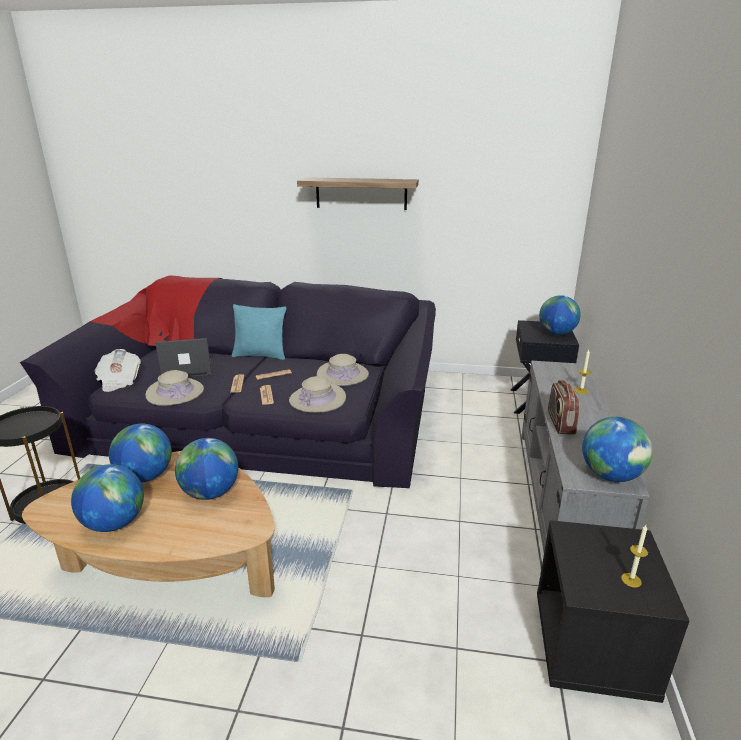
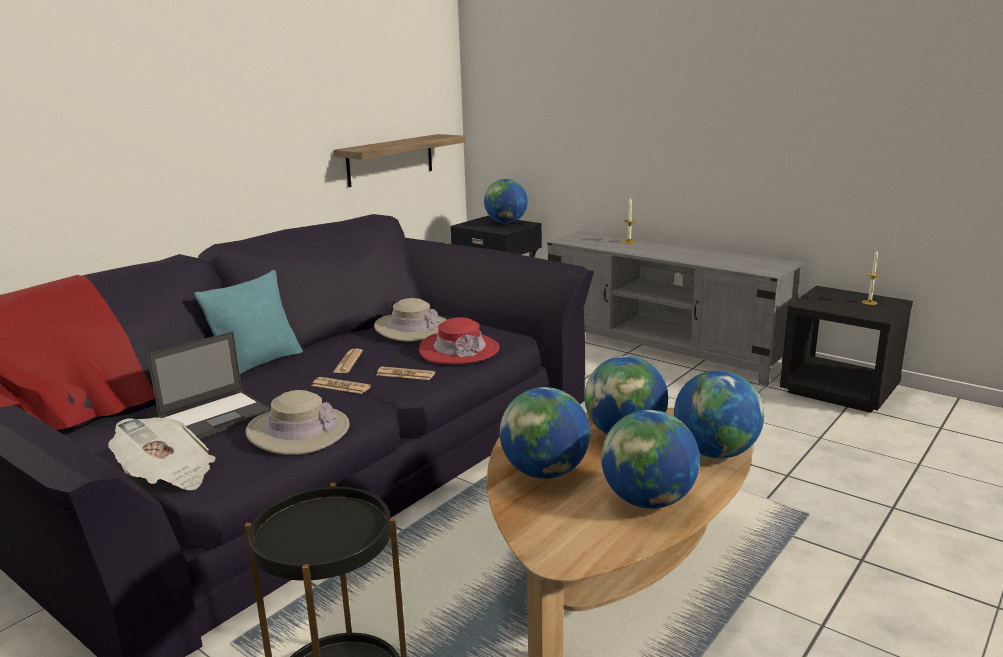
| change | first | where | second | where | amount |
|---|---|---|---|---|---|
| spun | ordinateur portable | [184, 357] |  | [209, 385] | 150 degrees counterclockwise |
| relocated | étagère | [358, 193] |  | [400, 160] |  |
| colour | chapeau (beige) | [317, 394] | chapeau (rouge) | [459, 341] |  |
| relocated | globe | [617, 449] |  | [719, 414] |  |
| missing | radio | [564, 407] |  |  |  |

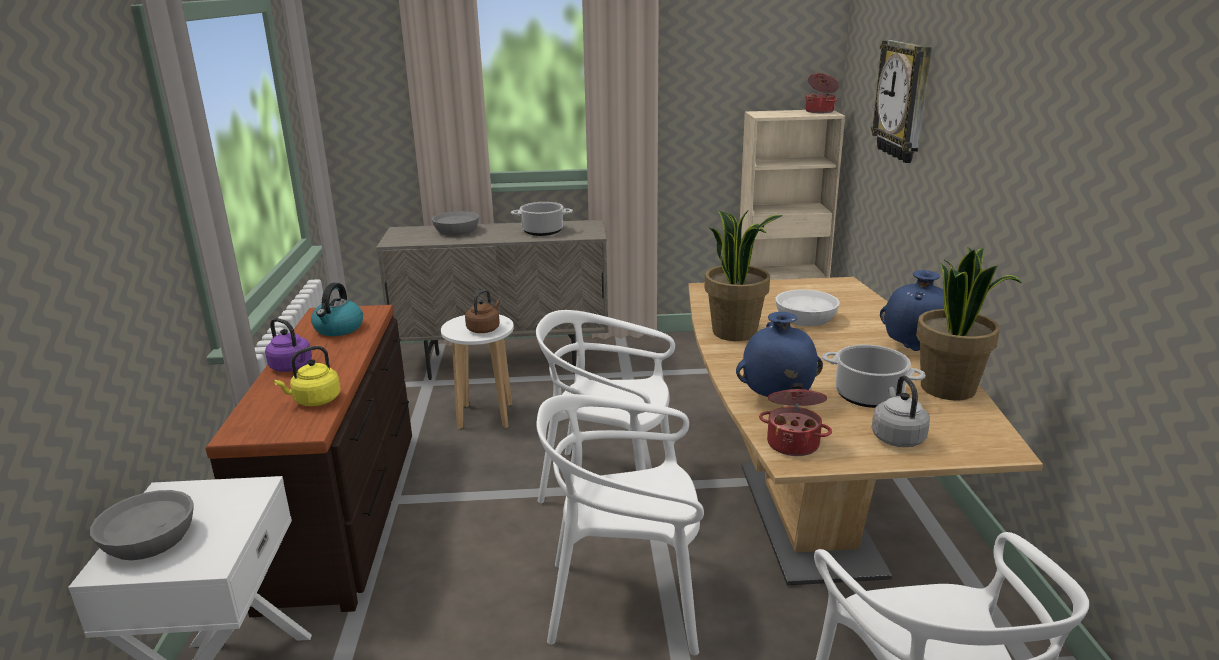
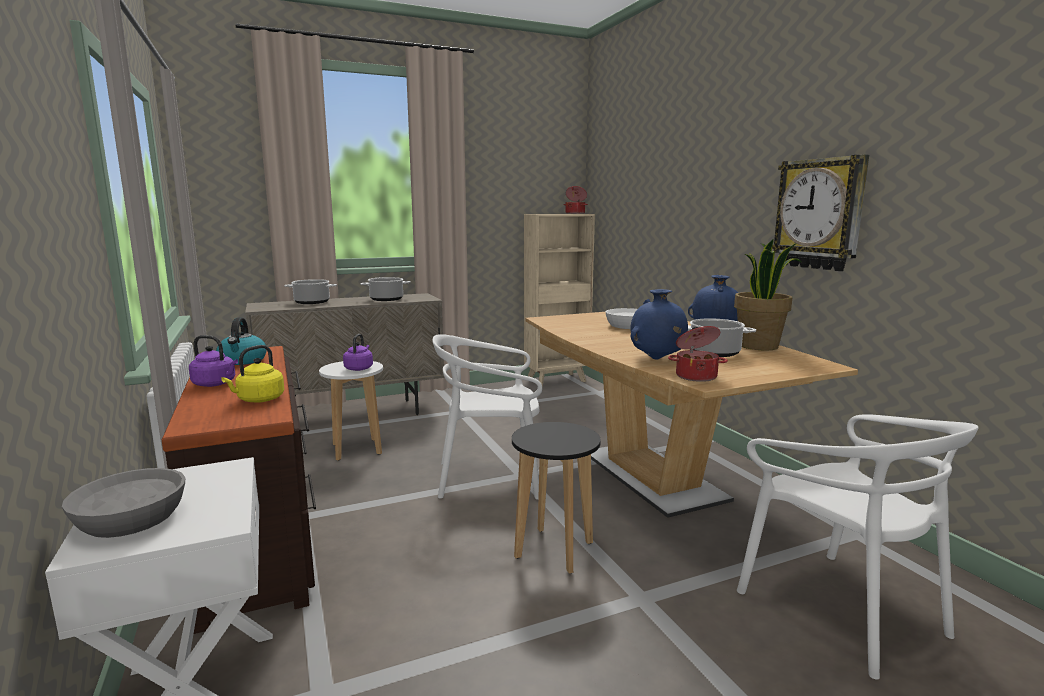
| change | first | where | second | where | amount |
|---|---|---|---|---|---|
| exchanged | bol (gris) | [455, 223] | marmite | [310, 291] |  |
| colour | bouilloire (marron) | [482, 311] | bouilloire (violet) | [358, 352] |  |
| exchanged | chaise (blanc) | [620, 524] | tabouret (noir) | [556, 498] |  |
| relocated | horloge murale | [901, 101] |  | [820, 212] |  |
| missing | plante en pot | [744, 275] |  |  |  |
| missing | bouilloire (gris) | [901, 411] |  |  |  |

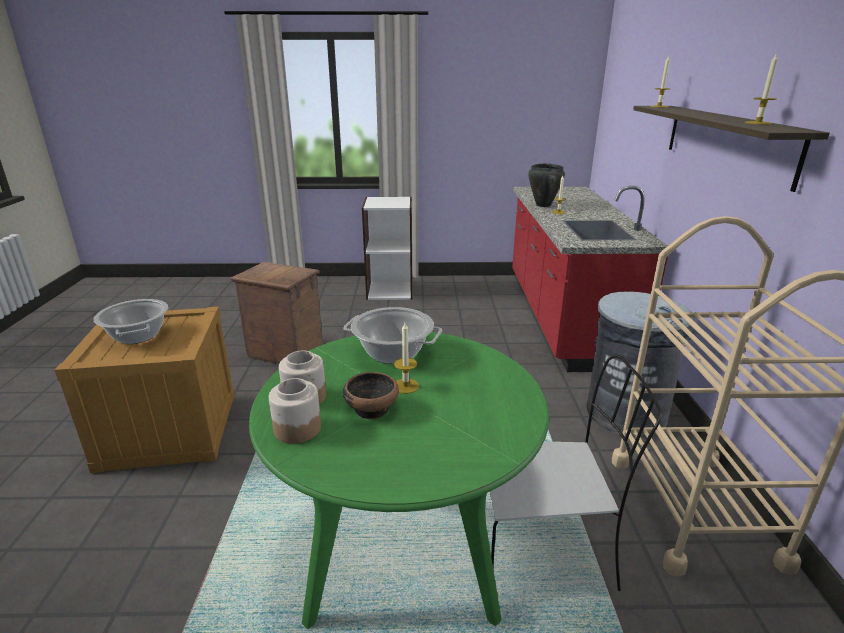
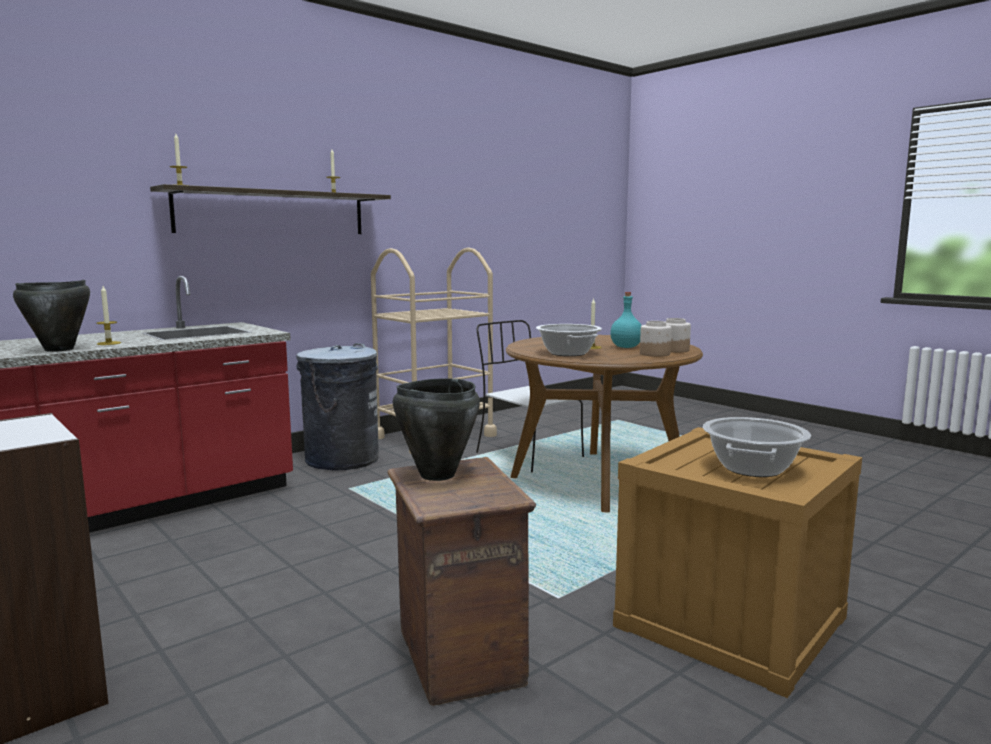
| change | first | where | second | where | amount |
|---|---|---|---|---|---|
| appeared |  |  | marmite (noir) | [436, 429] |  |
| colour | table à manger (vert) | [399, 480] | table à manger (marron) | [604, 423] |  |
| exchanged | bol | [371, 395] | bouteille (turquoise) | [626, 320] |  |

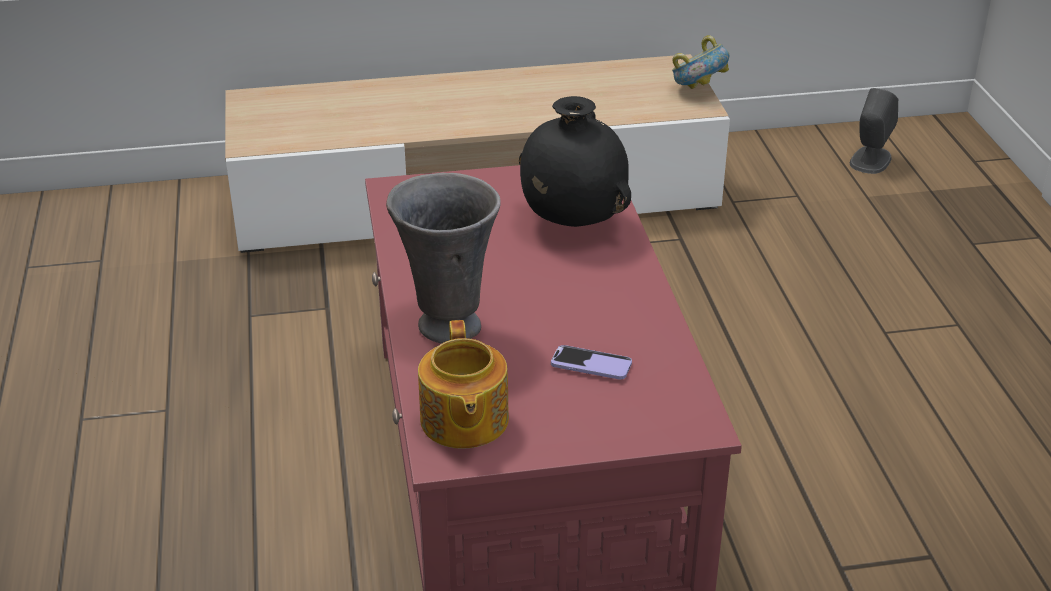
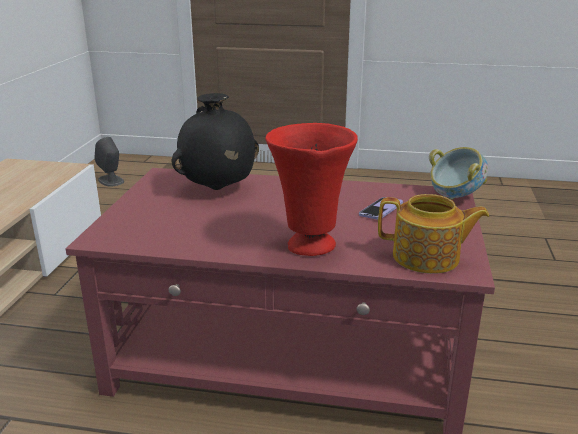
| change | first | where | second | where | amount |
|---|---|---|---|---|---|
| colour | vase (gris) | [443, 258] | vase (rouge) | [311, 189] |  |
| relocated | bol | [701, 62] |  | [458, 173] |  |

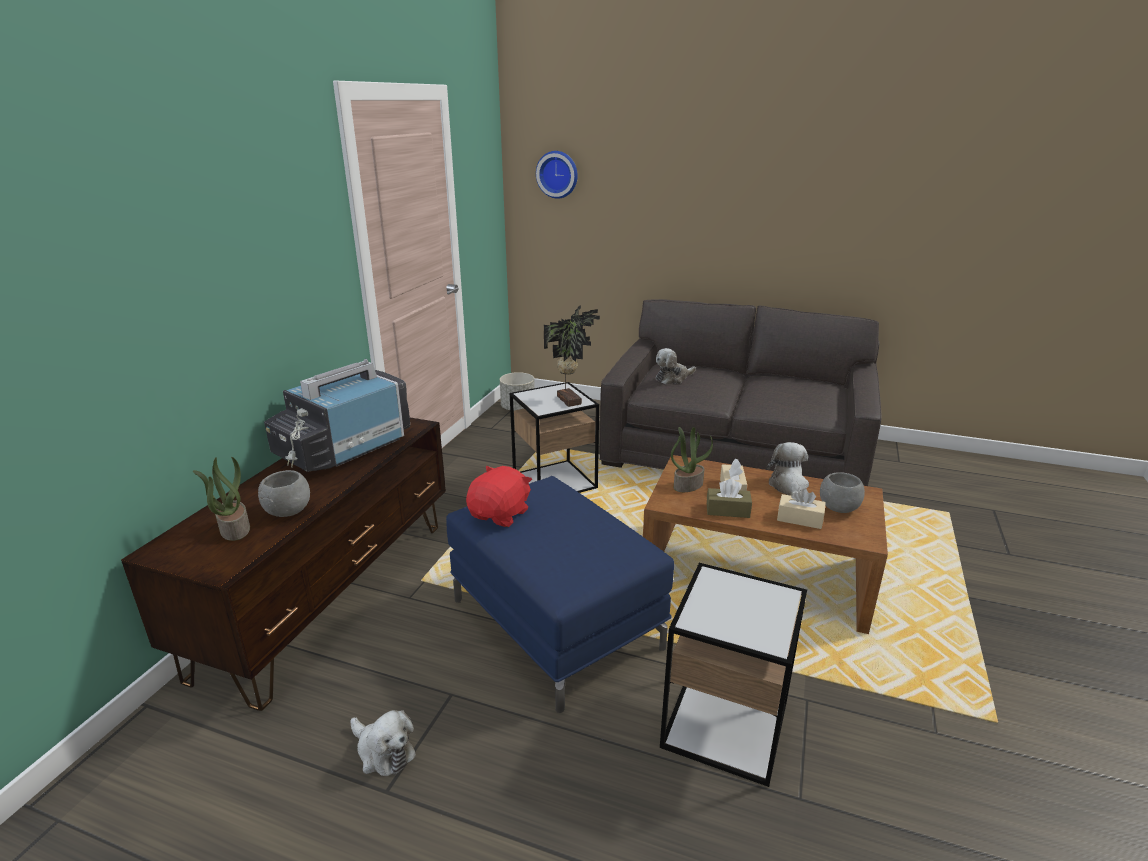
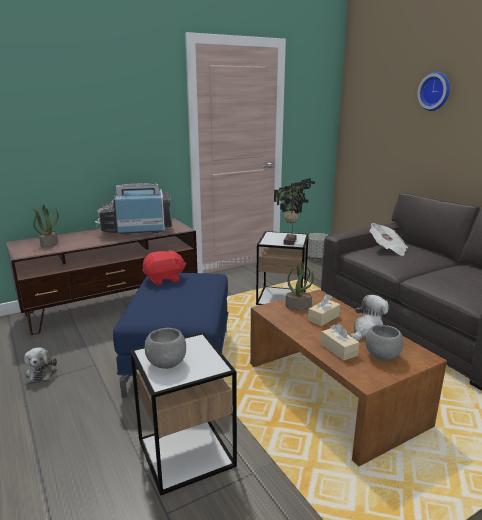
| change | first | where | second | where | amount |
|---|---|---|---|---|---|
| relocated | bol (gris) | [284, 493] |  | [165, 348] |  |
| exchanged | peluche | [676, 366] | journal | [389, 239] |  |
| relocated | horloge murale | [557, 175] |  | [433, 91] |  |
| missing | boîte à mouchoirs (marron) | [729, 498] |  |  |  |

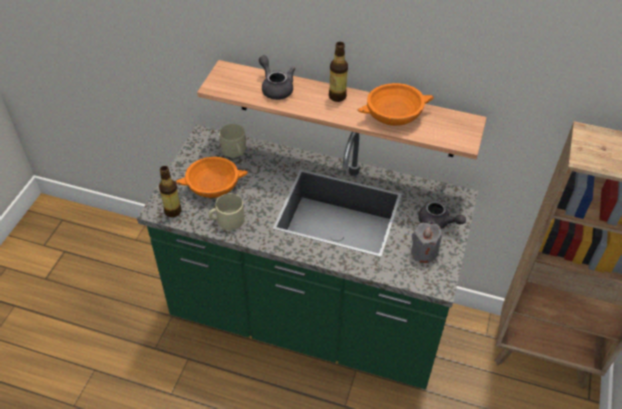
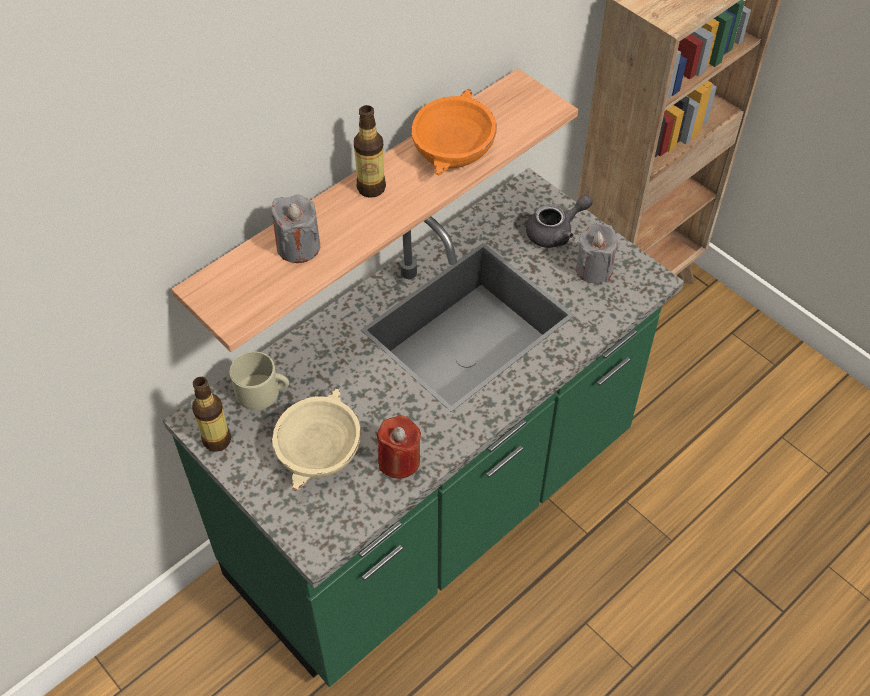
| change | first | where | second | where | amount |
|---|---|---|---|---|---|
| relocated | bouteille | [170, 191] |  | [211, 414] |  |
| exchanged | théière (gris) | [277, 77] | bougie (gris) | [295, 228] |  |
| colour | bol (orange) | [211, 177] | bol (beige) | [316, 439] |  |
| exchanged | mug (beige) | [226, 211] | bougie (rouge) | [399, 446] |  |

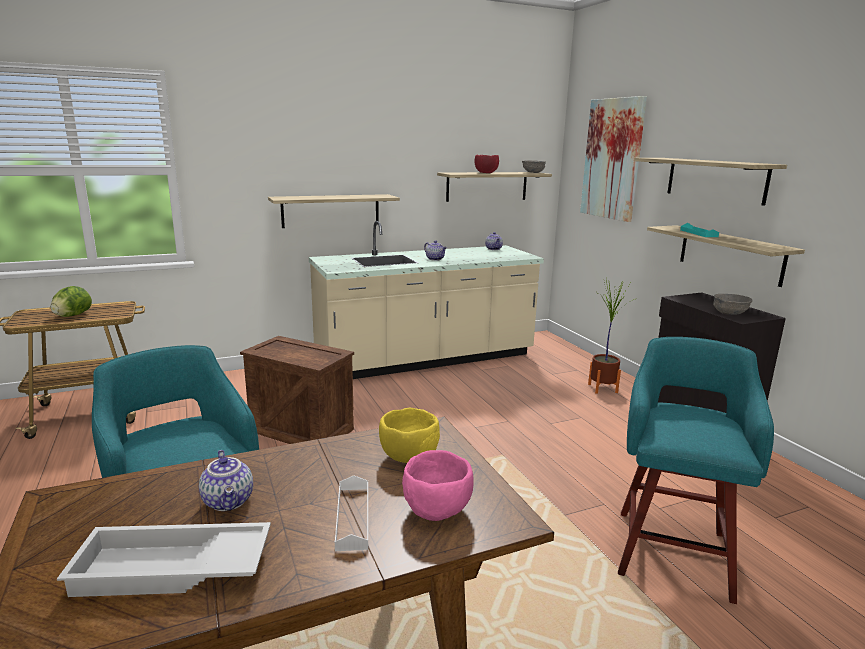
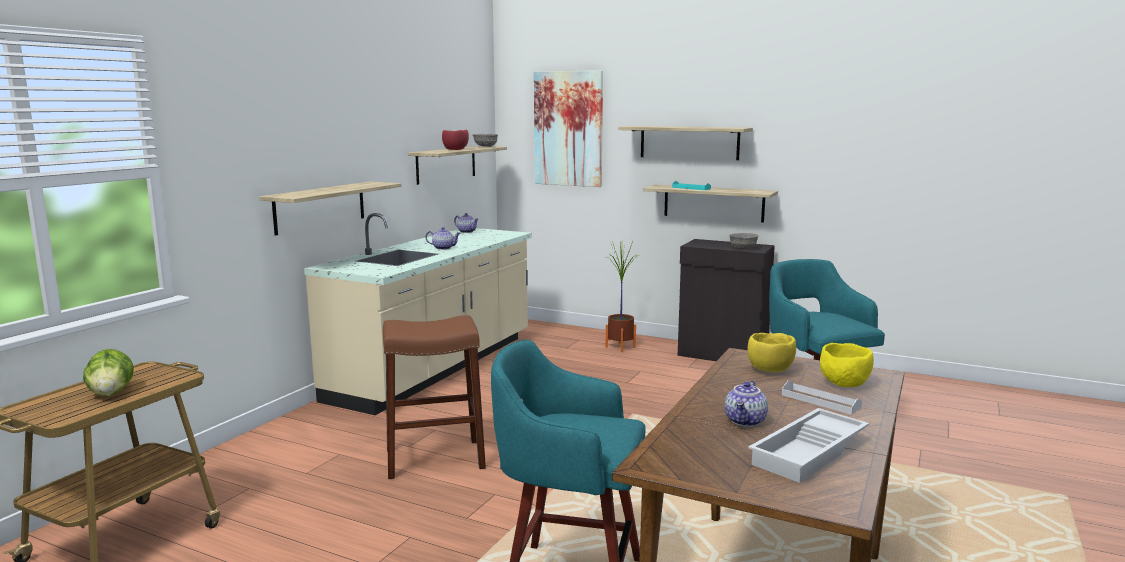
| change | first | where | second | where | amount |
|---|---|---|---|---|---|
| exchanged | caisse | [297, 390] | tabouret (marron) | [434, 397] |  |
| spun | théière | [226, 480] |  | [746, 404] | 90 degrees clockwise |
| colour | bol (rose) | [438, 485] | bol (jaune) | [847, 365] |  |

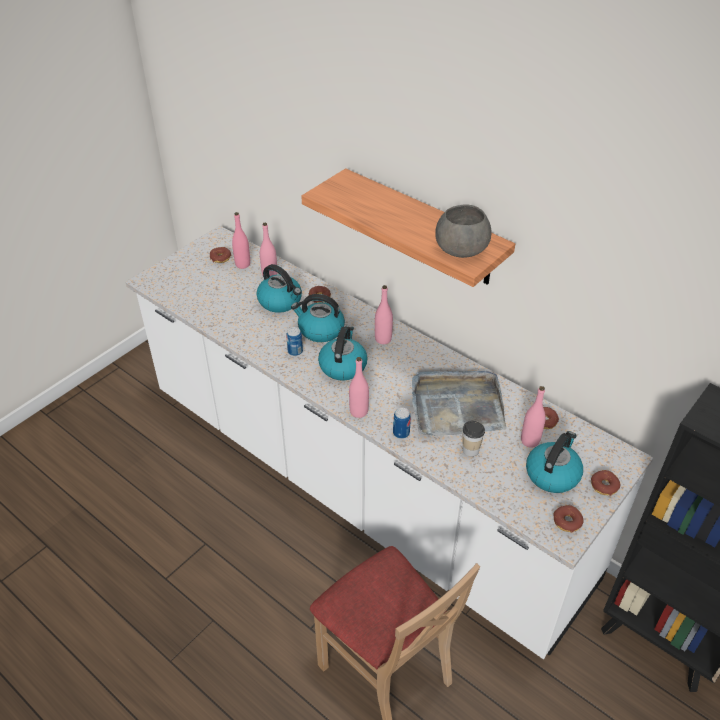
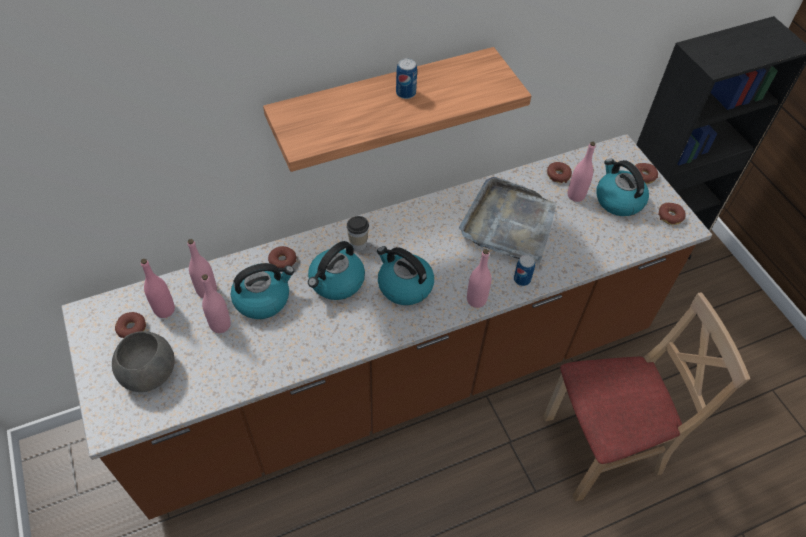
| change | first | where | second | where | amount |
|---|---|---|---|---|---|
| colour | comptoir de cuisine (blanc) | [389, 442] | comptoir de cuisine (marron) | [386, 327] |  |
| relocated | bol (gris) | [463, 231] |  | [143, 361] |  |
| relocated | bouteille (rose) | [384, 314] |  | [216, 303] |  |
| relocated | tasse | [473, 438] |  | [358, 233] |  |
| relocated | boîte métallique | [294, 341] |  | [406, 78] |  |

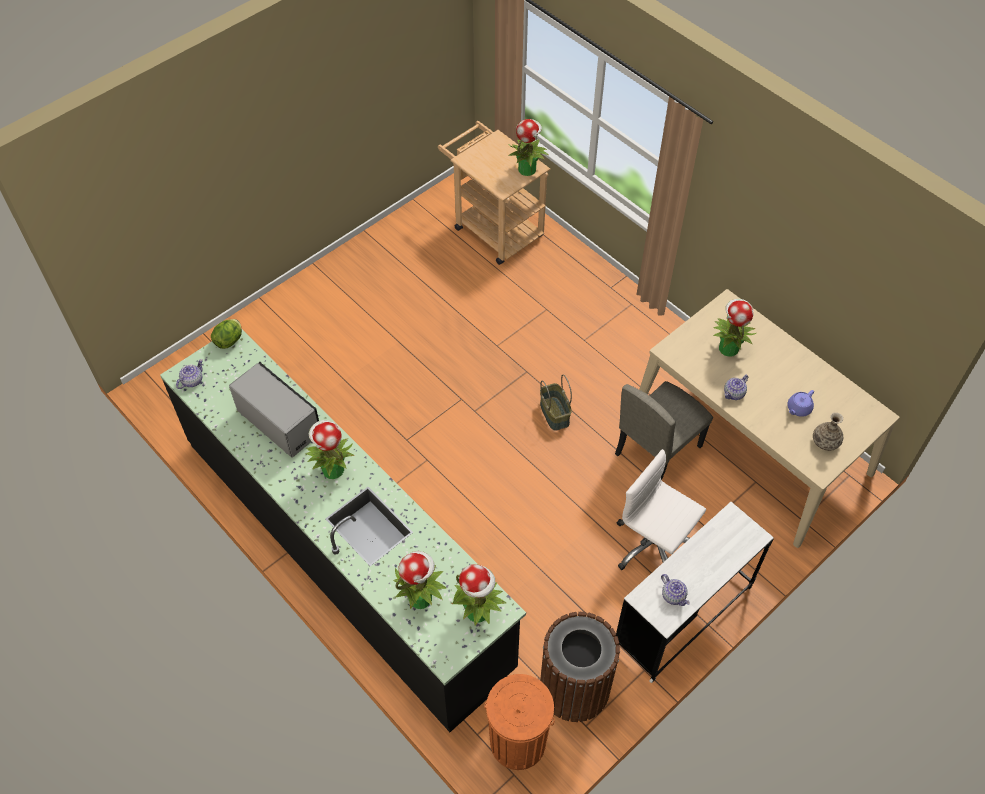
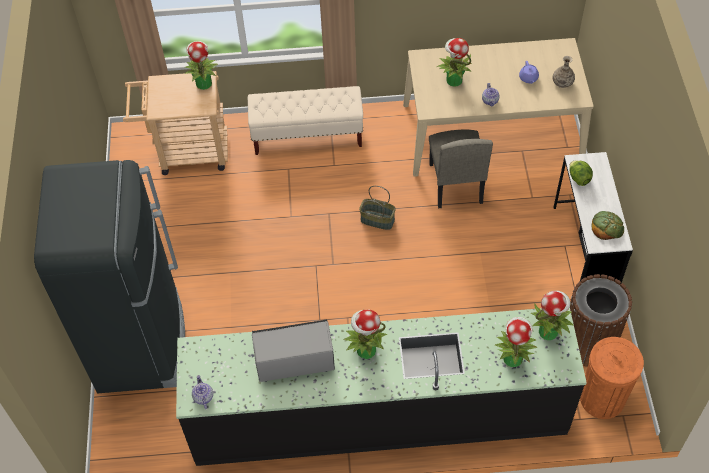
| change | first | where | second | where | amount |
|---|---|---|---|---|---|
| appeared |  |  | réfrigérateur (noir) | [109, 276] |  |
| appeared |  |  | banc (beige) | [305, 120] |  |
| relocated | laitue | [226, 334] |  | [581, 173] |  |
| exchanged | théière | [675, 590] | pain | [608, 225] |  |
| missing | chaise de bureau (blanc) | [661, 509] |  |  |  |

